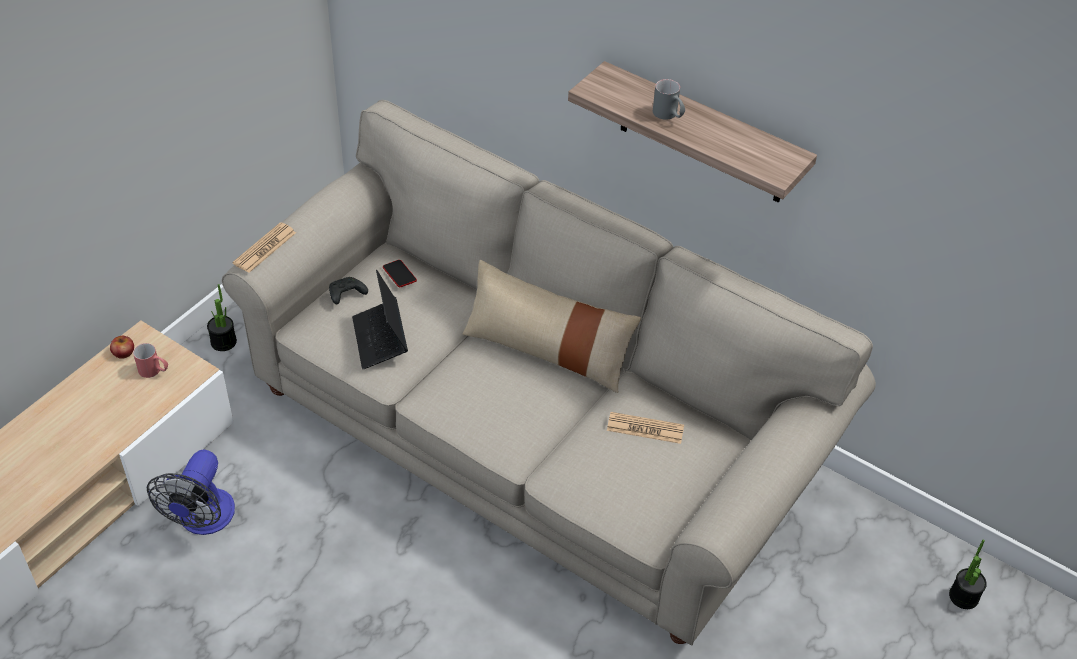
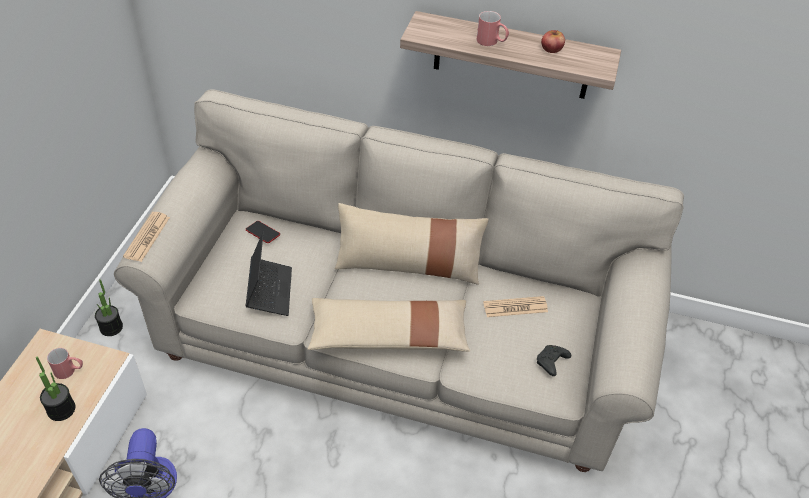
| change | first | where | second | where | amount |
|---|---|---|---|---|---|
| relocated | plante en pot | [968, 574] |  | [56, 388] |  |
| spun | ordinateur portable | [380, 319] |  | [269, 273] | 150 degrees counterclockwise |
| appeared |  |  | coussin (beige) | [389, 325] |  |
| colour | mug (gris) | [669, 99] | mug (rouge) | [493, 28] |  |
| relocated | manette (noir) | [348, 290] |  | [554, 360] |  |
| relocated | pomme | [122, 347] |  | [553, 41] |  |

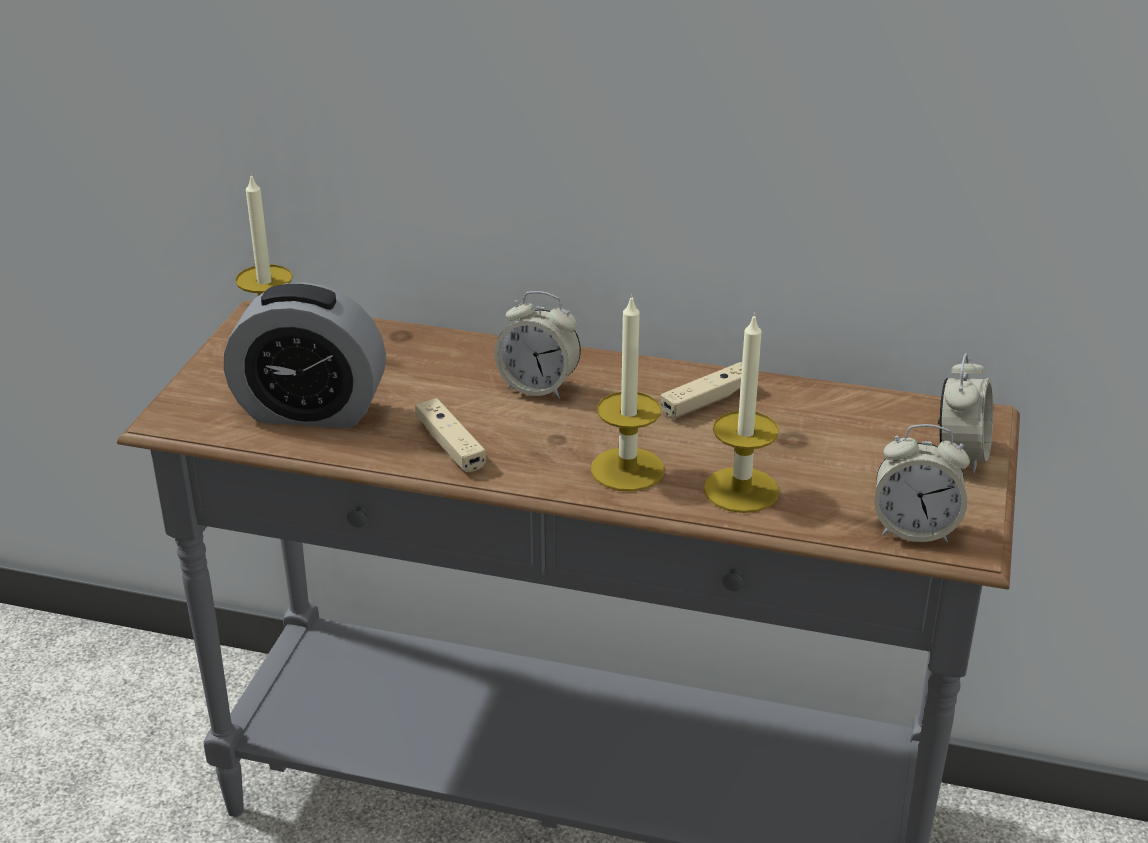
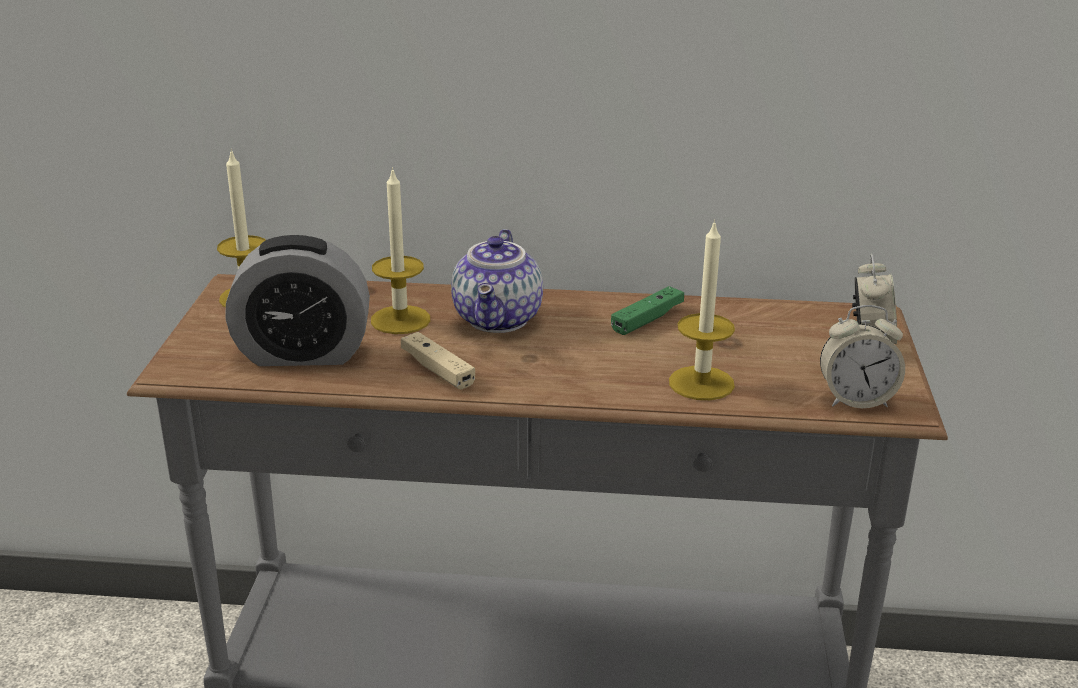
| change | first | where | second | where | amount |
|---|---|---|---|---|---|
| relocated | bougie | [627, 393] |  | [400, 250] |  |
| exchanged | réveil | [537, 345] | théière | [497, 281] |  |
| colour | manette (beige) | [701, 390] | manette (vert) | [647, 310] |  |

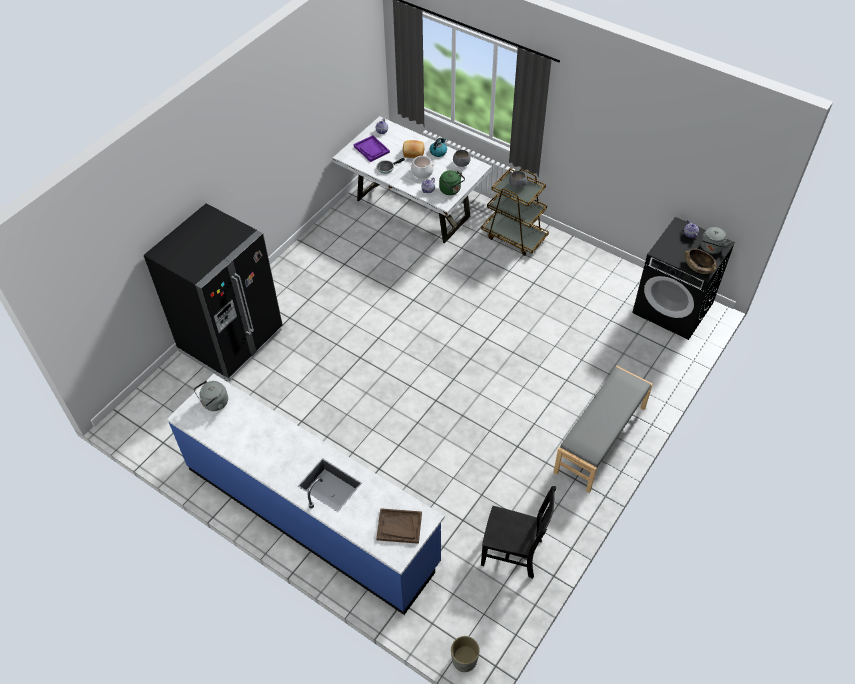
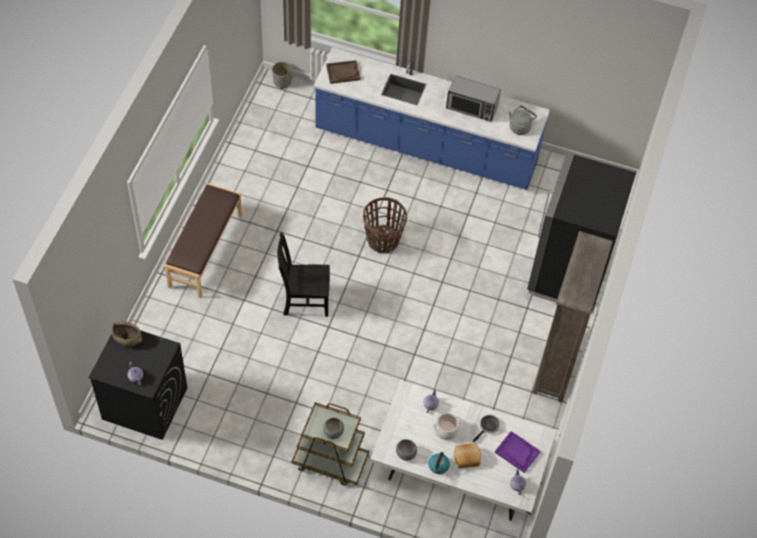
| change | first | where | second | where | amount |
|---|---|---|---|---|---|
| colour | banc (gris) | [603, 429] | banc (marron) | [203, 240] |  |
| relocated | chaise (noir) | [518, 532] |  | [303, 274] |  |
| appeared |  |  | panier | [385, 225] |  |
| appeared |  |  | micro-ondes | [473, 99] |  |
| appeared |  |  | bibliothèque (marron) | [573, 317] |  |
| missing | bouilloire (vert) | [452, 182] |  |  |  |
| missing | bouilloire (gris) | [716, 240] |  |  |  |

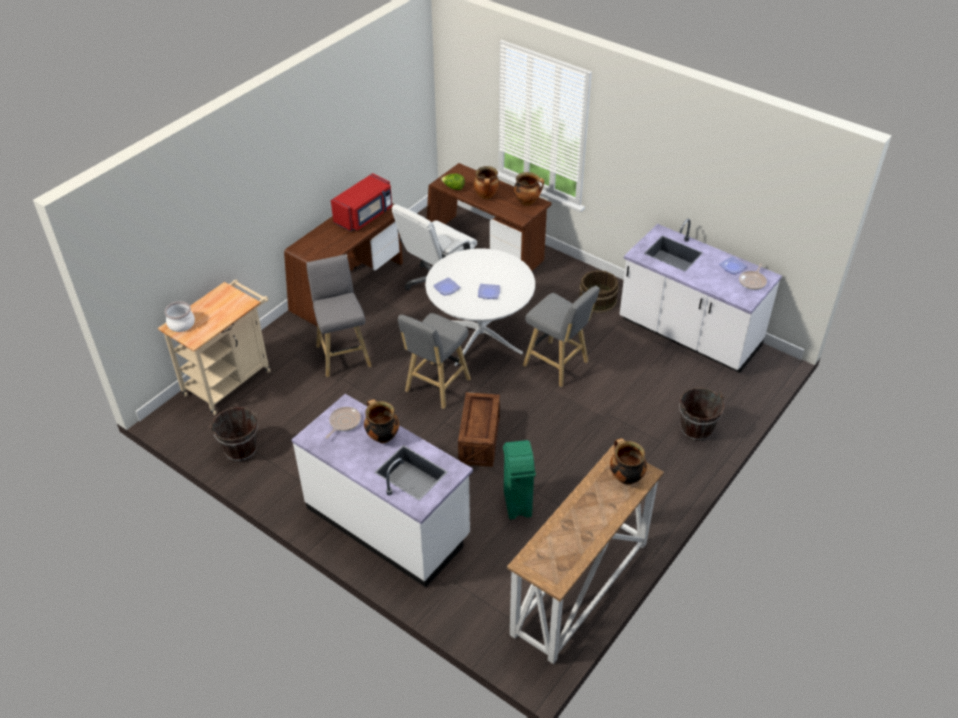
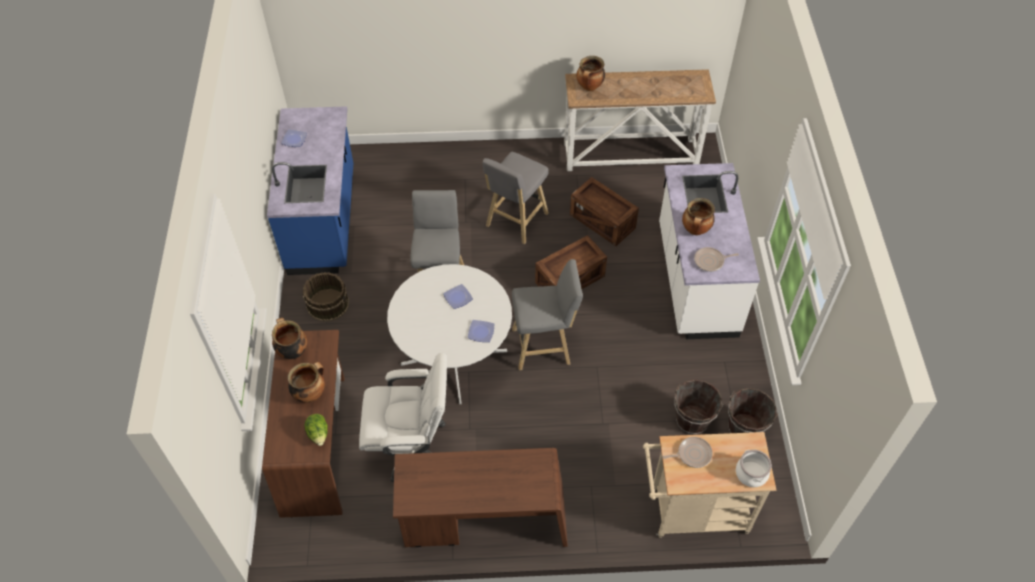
| change | first | where | second | where | amount |
|---|---|---|---|---|---|
| colour | comptoir de cuisine (blanc) | [700, 296] | comptoir de cuisine (bleu) | [310, 190] |  |
| relocated | tabouret (gris) | [339, 315] |  | [516, 198] |  |
| exchanged | poubelle (vert) | [519, 479] | caisse | [604, 211] |  |
| relocated | poêle | [753, 276] |  | [687, 452] |  |
| relocated | seau (marron) | [701, 414] |  | [698, 406] |  |
| missing | micro-ondes (rouge) | [361, 202] |  |  |  |

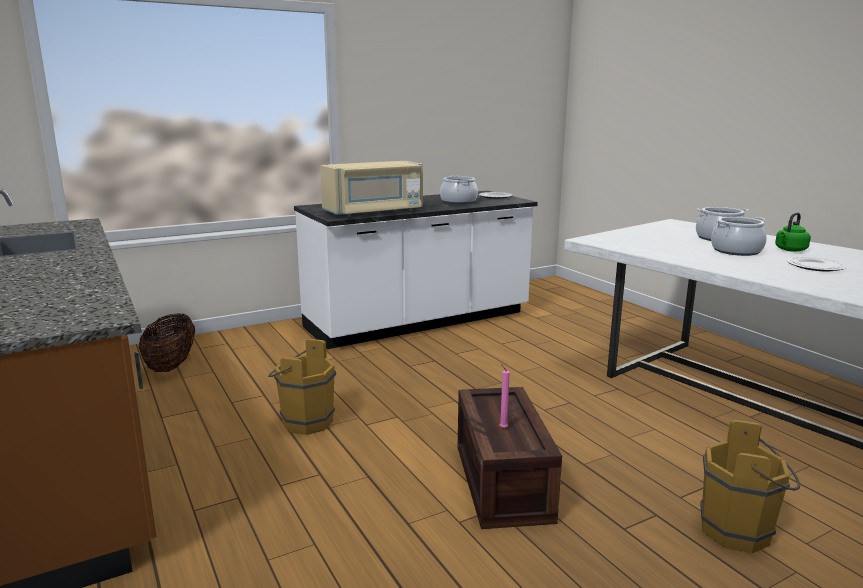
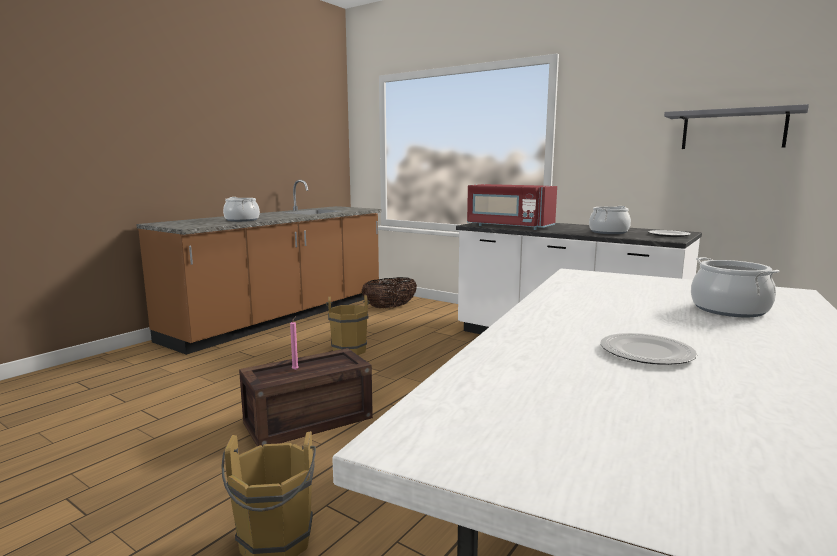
| change | first | where | second | where | amount |
|---|---|---|---|---|---|
| relocated | marmite | [739, 236] |  | [241, 209] |  |
| colour | micro-ondes (beige) | [371, 189] | micro-ondes (rouge) | [512, 207] |  |
| appeared |  |  | étagère (gris) | [736, 126] |  |
| missing | bouilloire (vert) | [793, 232] |  |  |  |

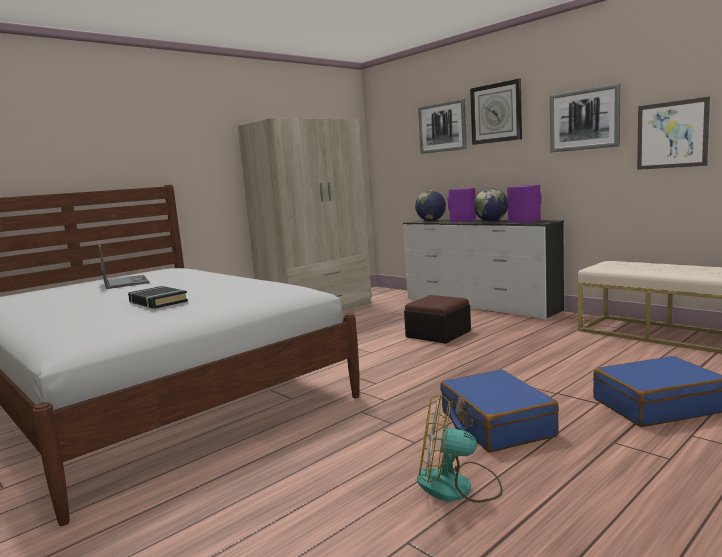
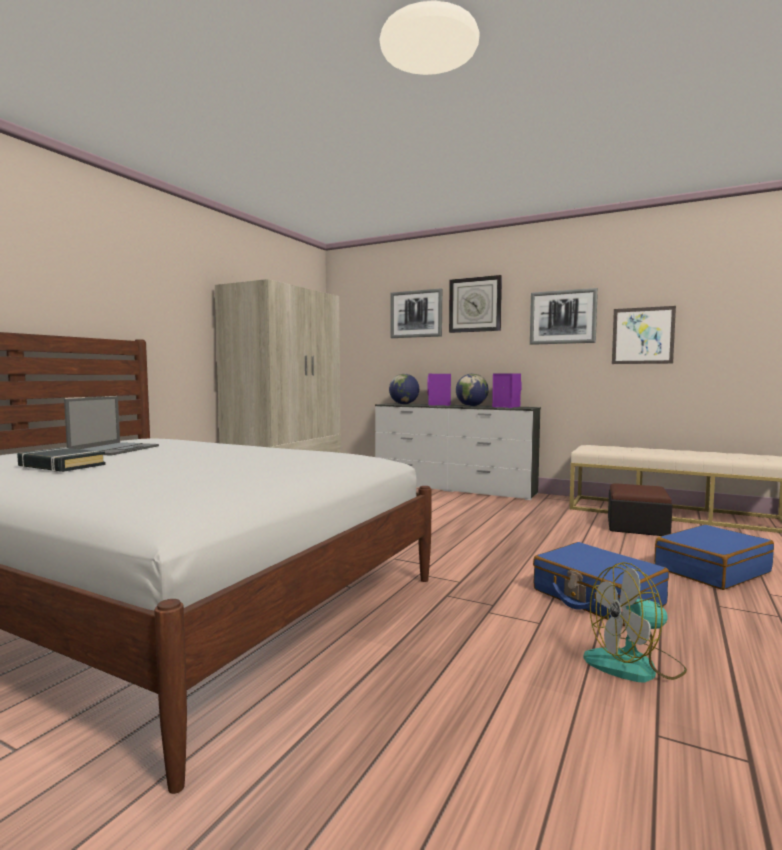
| change | first | where | second | where | amount |
|---|---|---|---|---|---|
| relocated | livre (noir) | [158, 297] |  | [61, 460] |  |
| spun | ordinateur portable | [123, 266] |  | [111, 426] | 60 degrees clockwise |
| relocated | pouf | [437, 319] |  | [640, 509] |  |

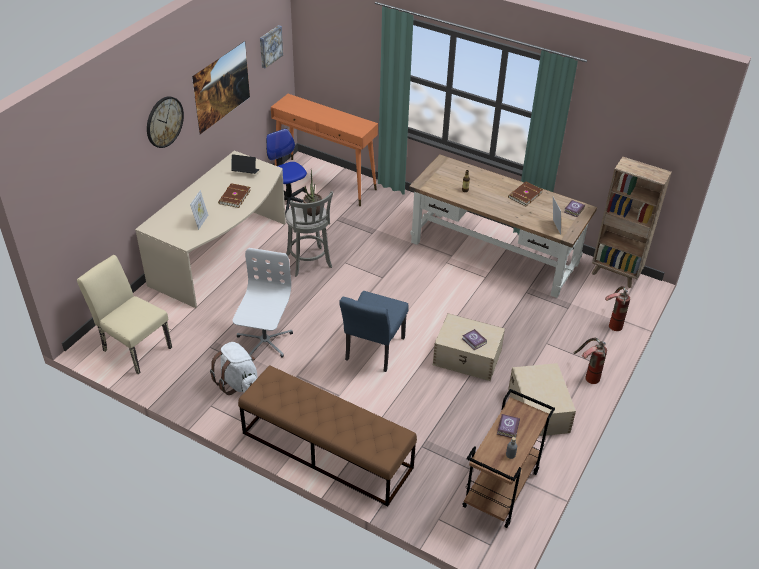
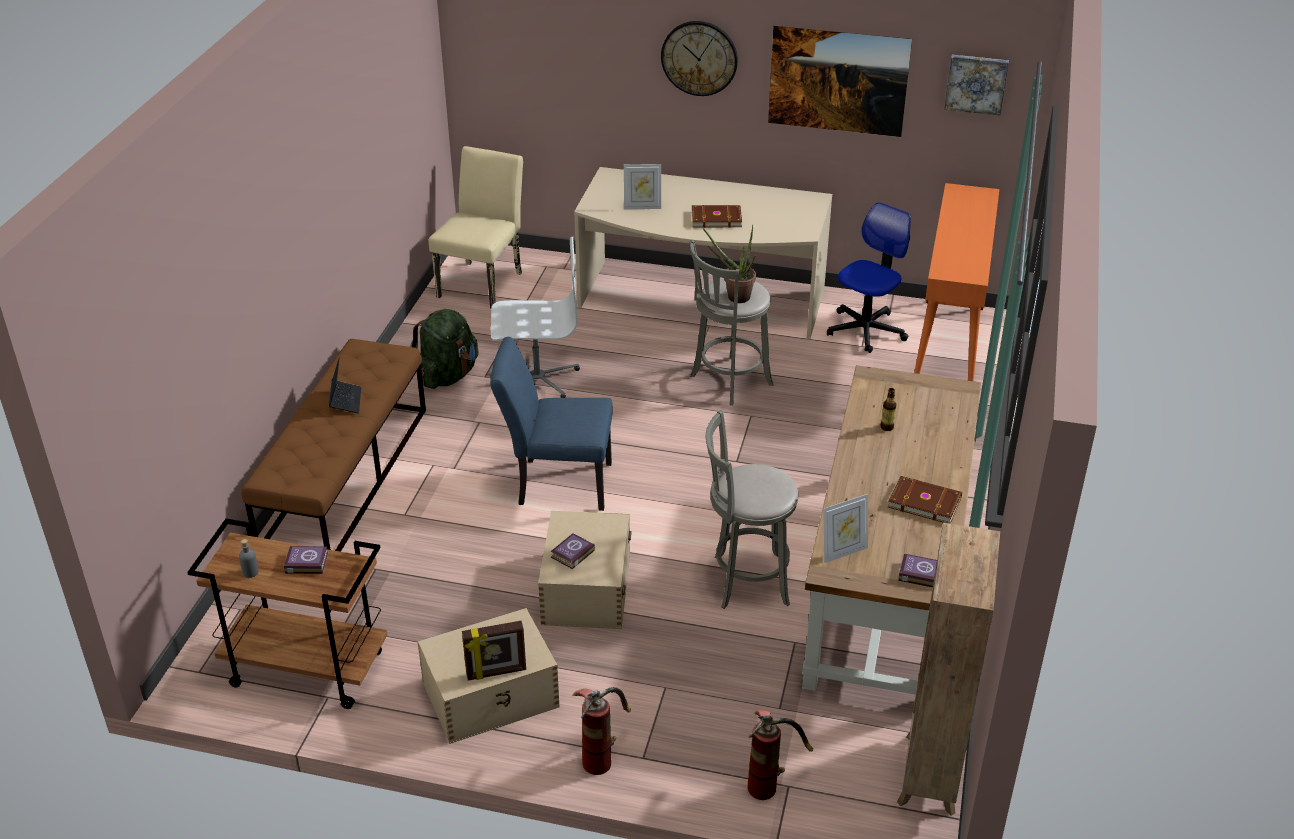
| change | first | where | second | where | amount |
|---|---|---|---|---|---|
| relocated | ordinateur portable | [245, 164] |  | [345, 385] |  |
| colour | sac à dos (blanc) | [233, 368] | sac à dos (vert) | [444, 349] |  |
| appeared |  |  | cadre photo | [494, 650] |  |
| appeared |  |  | tabouret (gris) | [752, 509] |  |

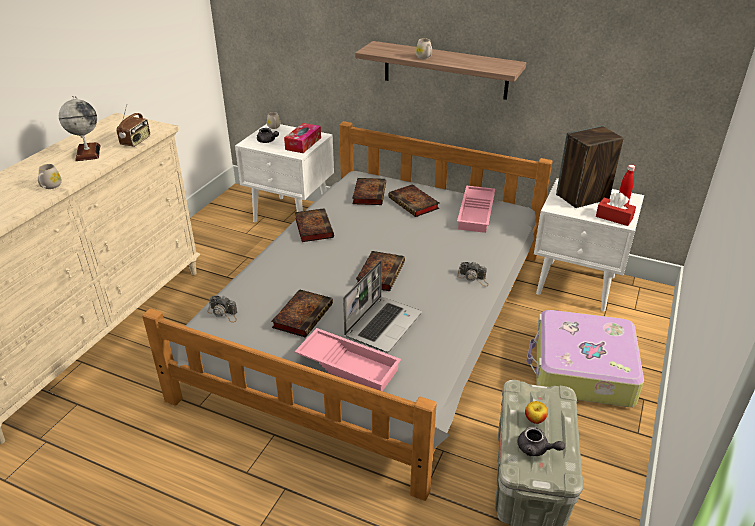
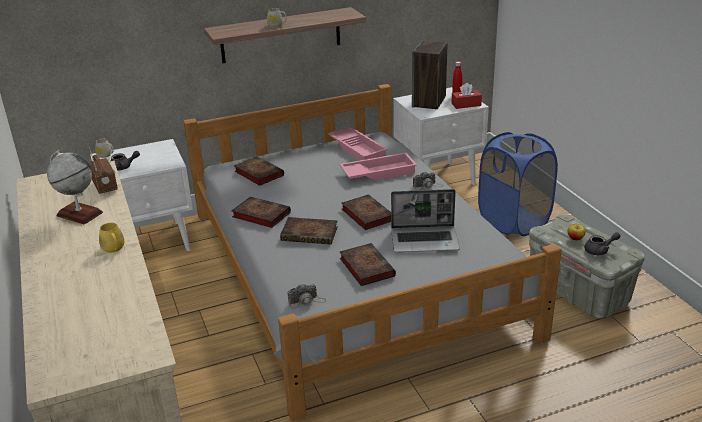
| change | first | where | second | where | amount |
|---|---|---|---|---|---|
| colour | mug (blanc) | [50, 176] | mug (jaune) | [111, 238] |  |
| relocated | livre | [414, 200] |  | [309, 231] |  |
| relocated | plateau (rose) | [348, 359] |  | [378, 166] |  |
| spun | ordinateur portable | [382, 306] |  | [425, 220] | 105 degrees clockwise |
| exchanged | valise | [585, 358] | panier à linge (bleu) | [518, 184] |  |
| missing | boîte à mouchoirs | [302, 138] |  |  |  |

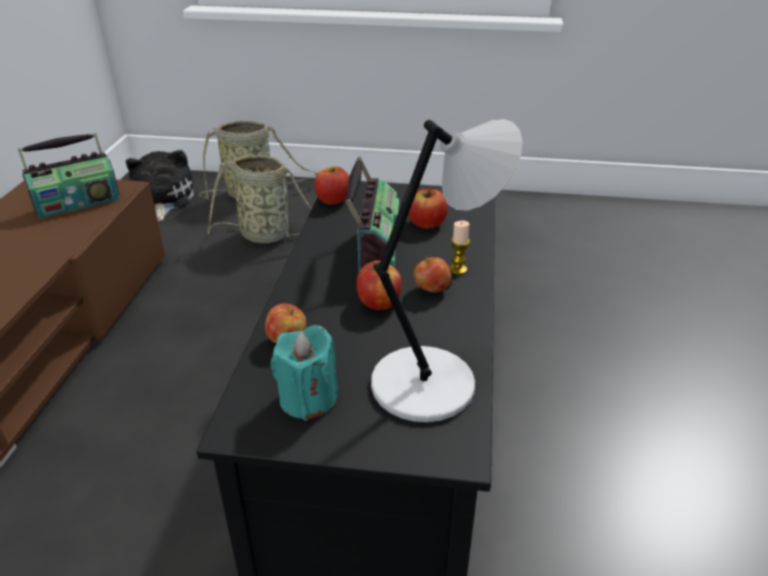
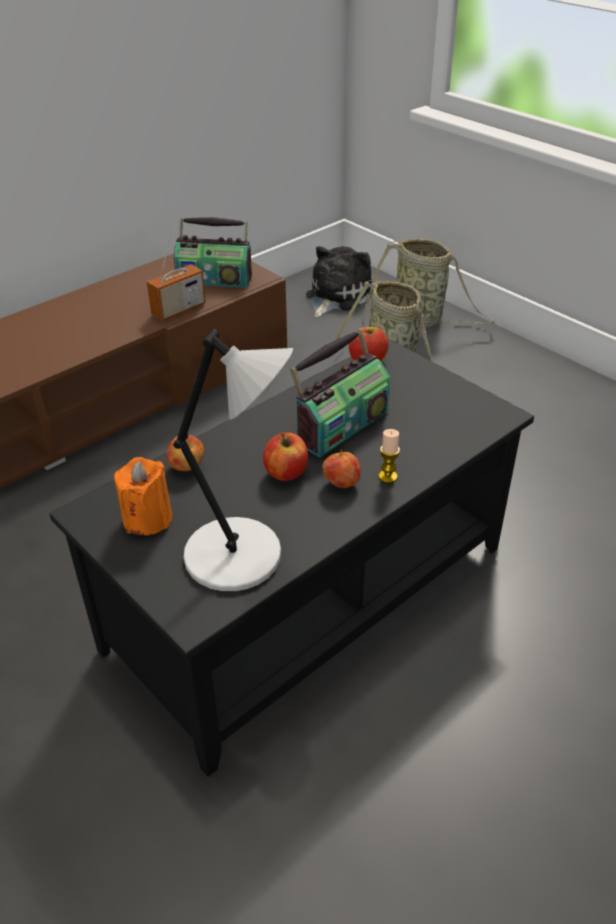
| change | first | where | second | where | amount |
|---|---|---|---|---|---|
| colour | bougie (turquoise) | [304, 373] | bougie (orange) | [143, 496] |  |
| appeared |  |  | radio | [176, 275] |  |
| missing | pomme | [428, 208] |  |  |  |

